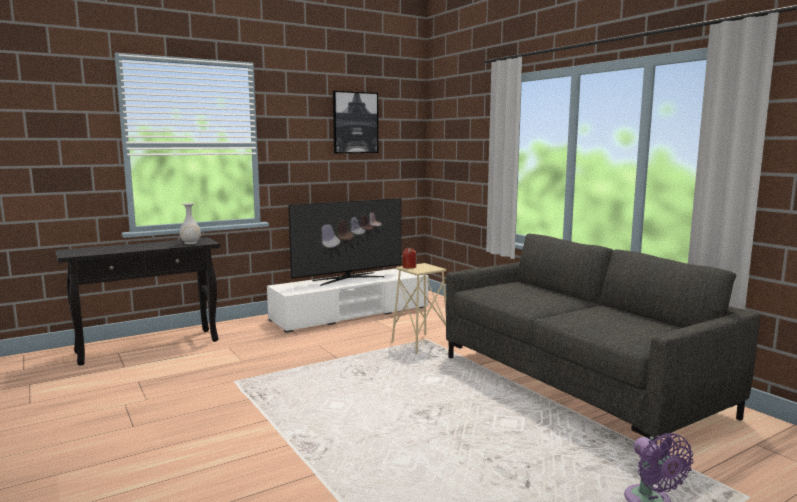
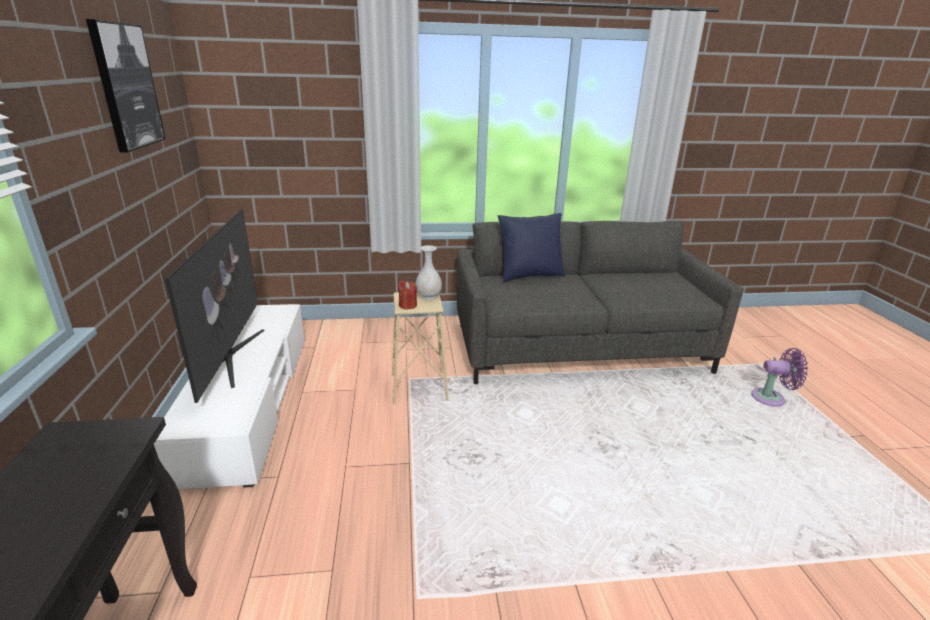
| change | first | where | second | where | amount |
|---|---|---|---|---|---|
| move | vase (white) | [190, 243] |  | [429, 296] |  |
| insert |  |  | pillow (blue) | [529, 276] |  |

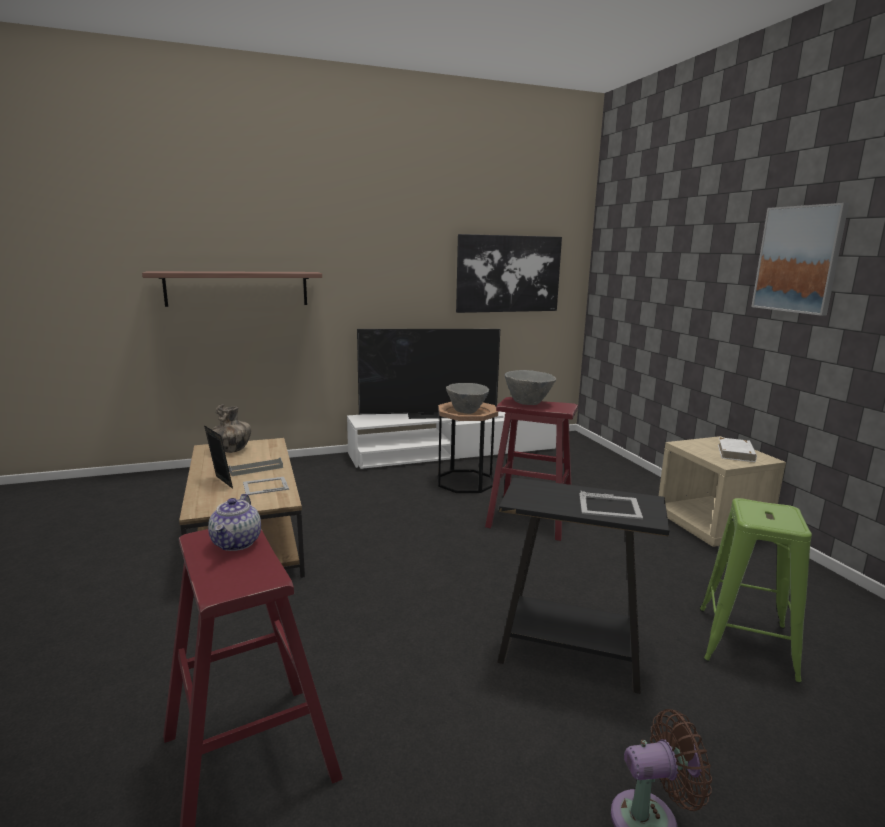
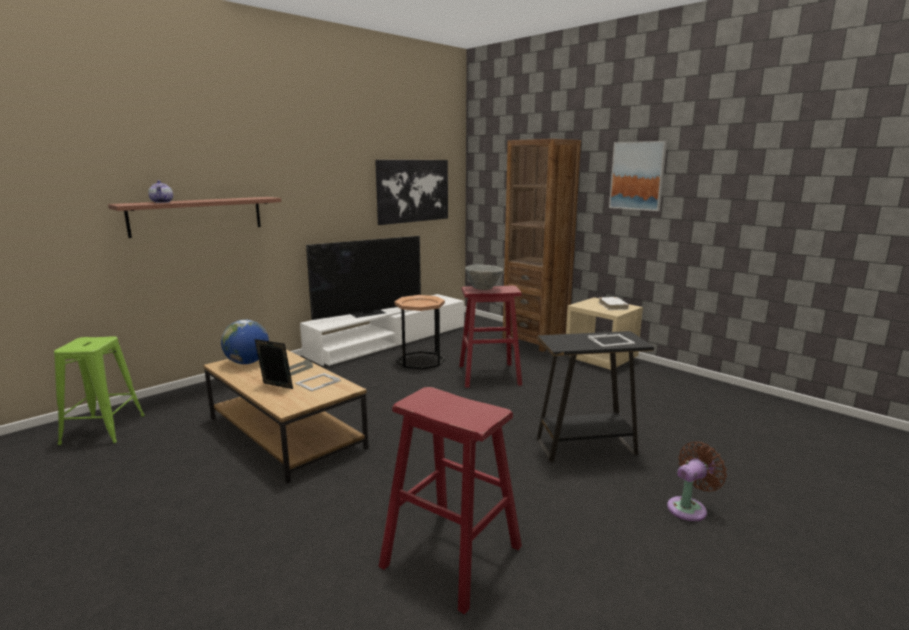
| change | first | where | second | where | amount |
|---|---|---|---|---|---|
| delete | bowl (grey) | [467, 411] |  |  |  |
| replace | vase | [232, 450] | globe | [247, 362] |  |
| move | teapot | [237, 543] |  | [162, 202] |  |
| move | stool (green) | [746, 642] |  | [104, 430] |  |
| insert |  |  | bookcase (brown) | [535, 340] |  |

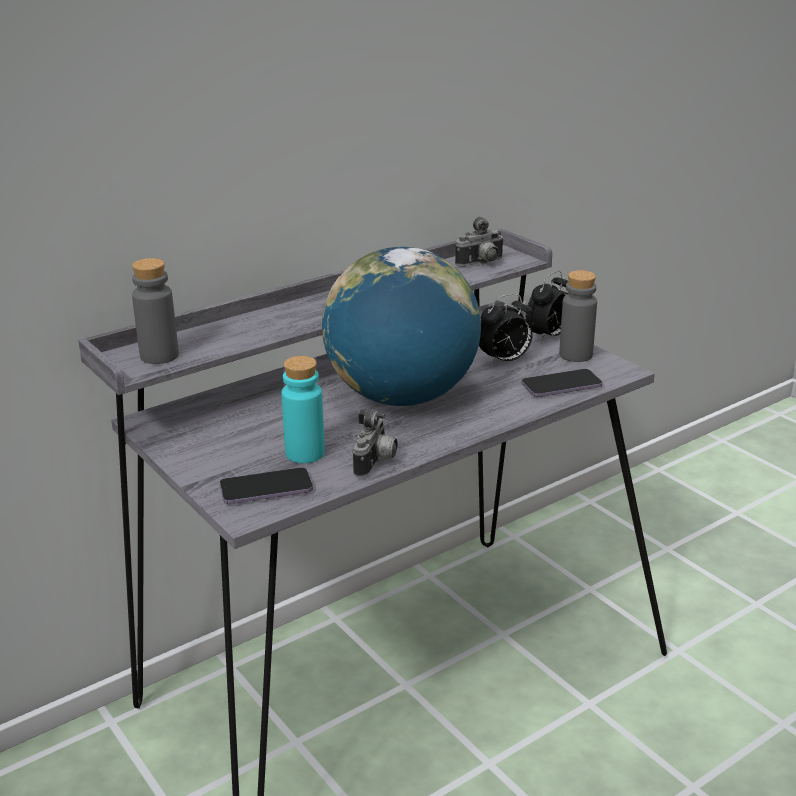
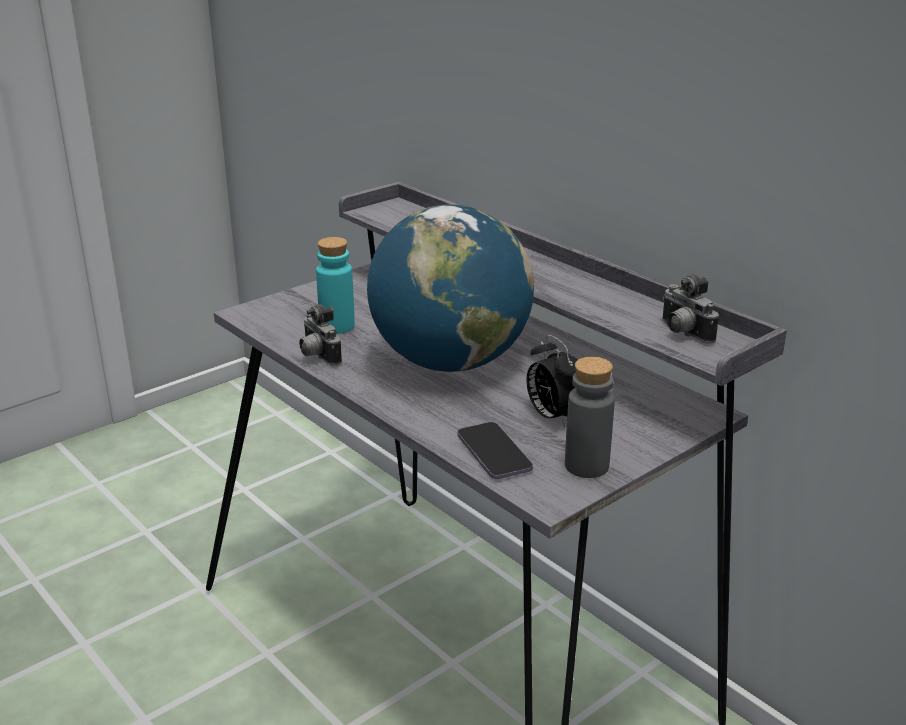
| change | first | where | second | where | amount |
|---|---|---|---|---|---|
| delete | bottle (grey) | [159, 356] |  |  |  |
| delete | alarm clock | [548, 336] |  |  |  |
| rotate | photo camera | [376, 463] |  | [317, 356] | 45 degrees clockwise |
| delete | phone | [266, 489] |  |  |  |

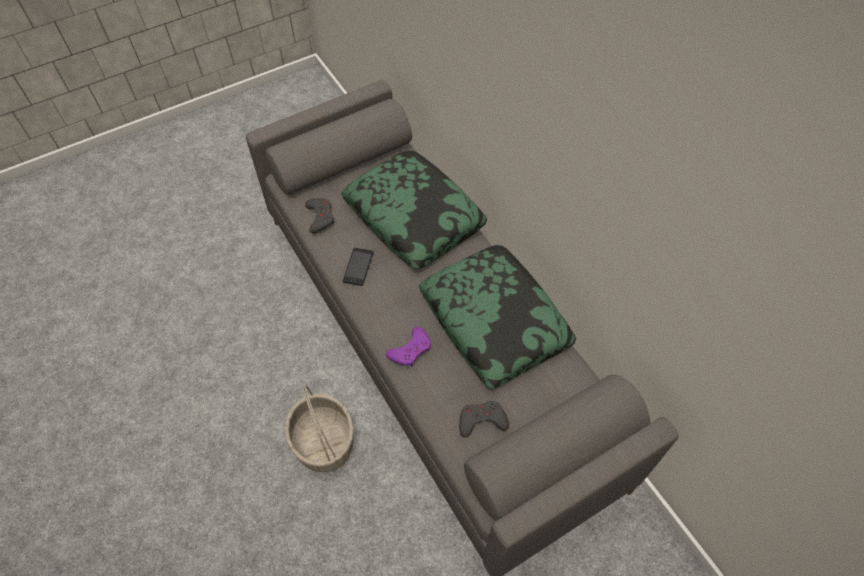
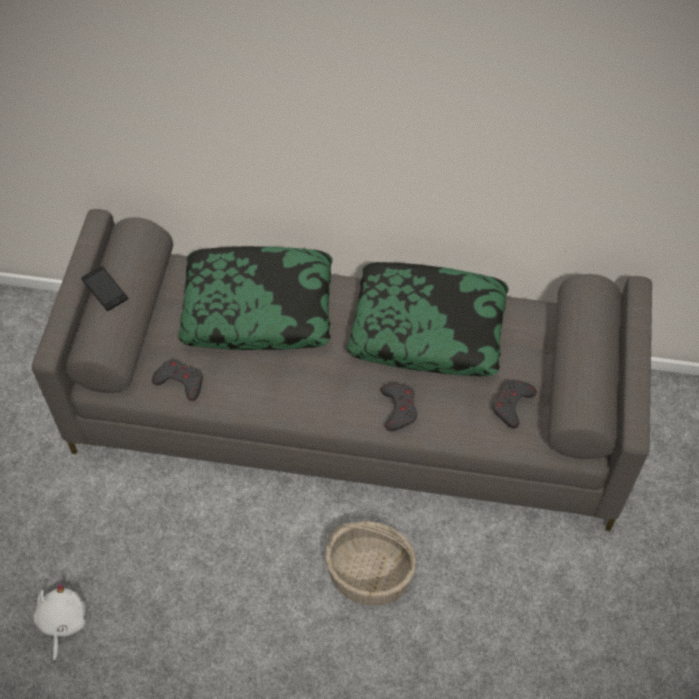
| change | first | where | second | where | amount |
|---|---|---|---|---|---|
| move | phone | [358, 267] |  | [104, 289] |  |
| recolor | game controller (purple) | [410, 350] | game controller (grey) | [399, 408] |  |
| insert |  |  | plush toy (white) | [62, 623] |  |

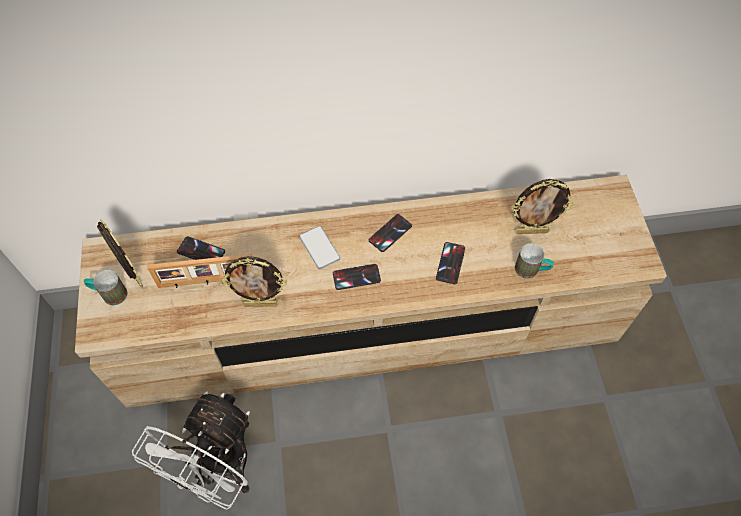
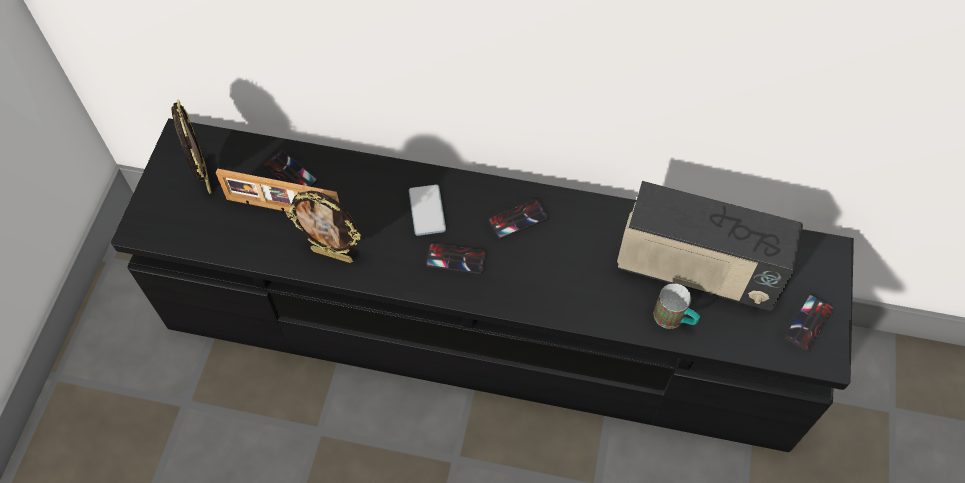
| change | first | where | second | where | amount |
|---|---|---|---|---|---|
| recolor | tv stand (beige) | [370, 325] | tv stand (black) | [482, 328] |  |
| replace | picture frame | [532, 231] | radio | [696, 271] |  |
| move | phone | [450, 263] |  | [808, 323] |  |
| delete | mug | [109, 294] |  |  |  |
| delete | fan (white) | [219, 470] |  |  |  |

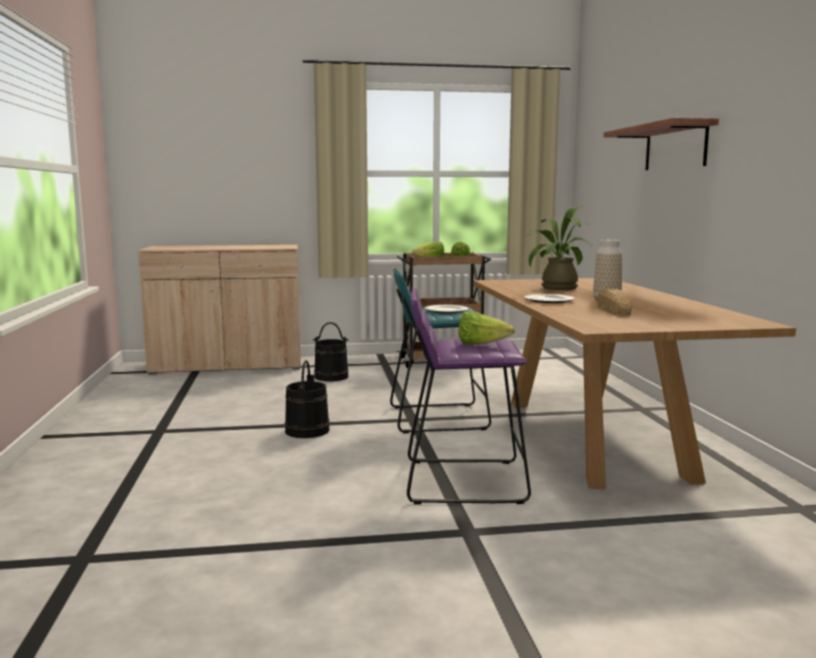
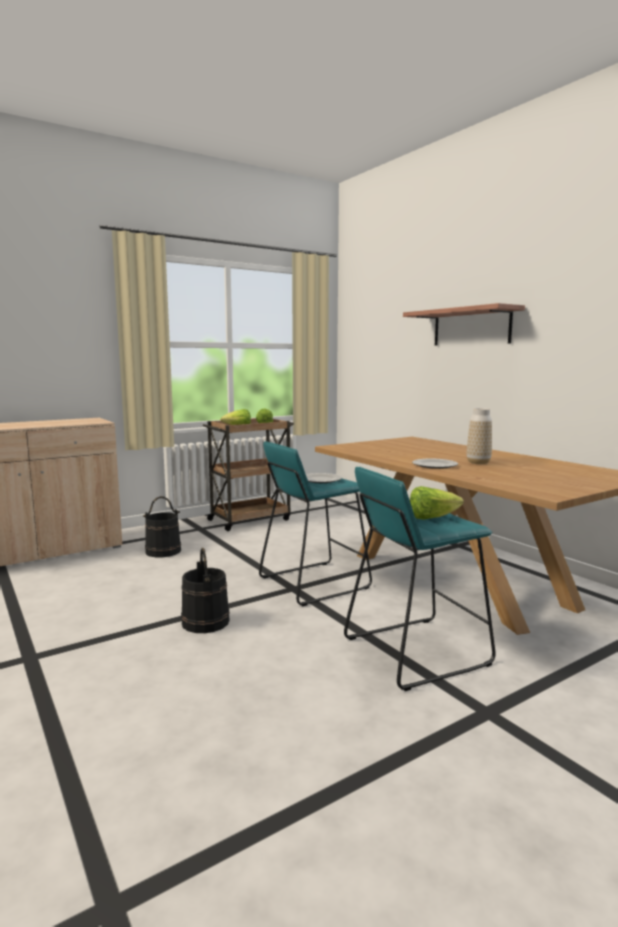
| change | first | where | second | where | amount |
|---|---|---|---|---|---|
| delete | potted plant | [555, 288] |  |  |  |
| recolor | stool (purple) | [464, 481] | stool (turquoise) | [415, 651] |  |
| delete | bread | [614, 309] |  |  |  |

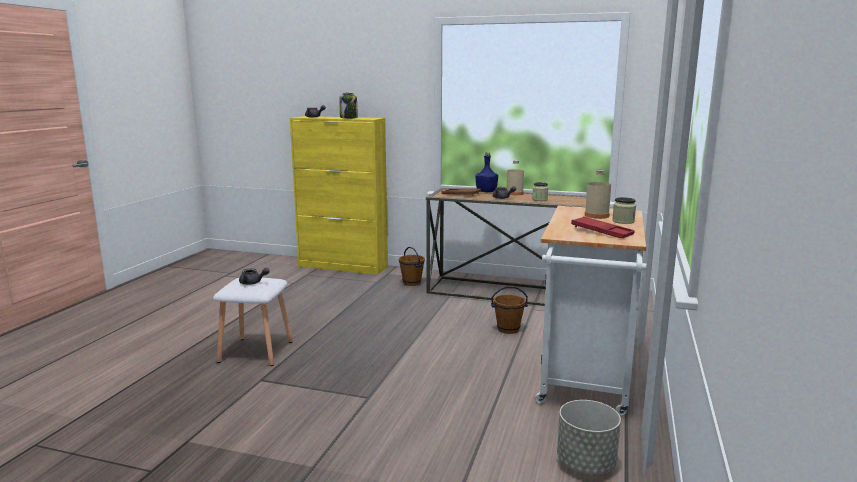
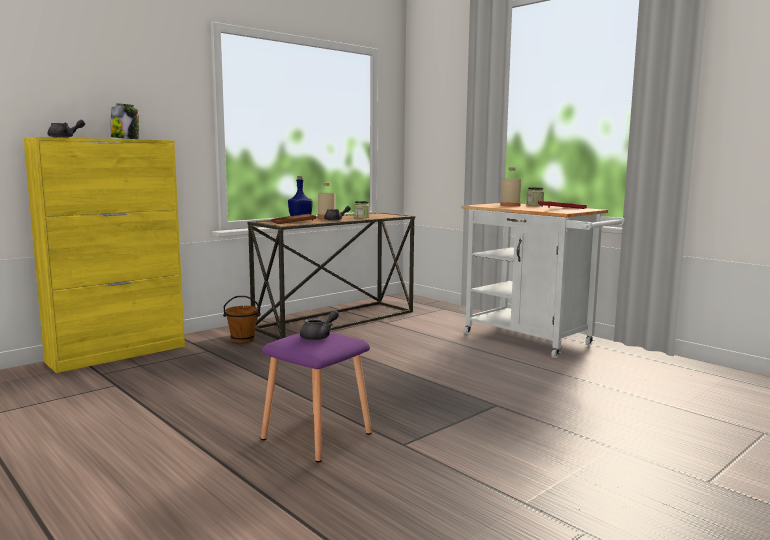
| change | first | where | second | where | amount |
|---|---|---|---|---|---|
| recolor | stool (white) | [257, 351] | stool (purple) | [317, 435] |  |
| delete | bucket (brown) | [508, 329] |  |  |  |
| delete | planter (grey) | [586, 464] |  |  |  |

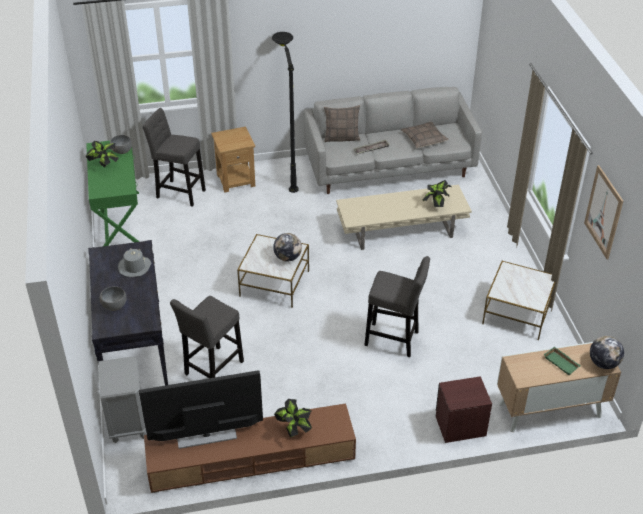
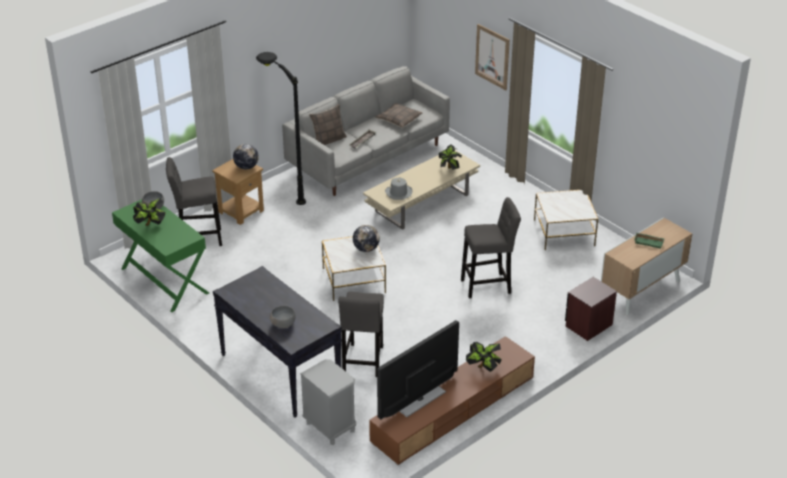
| change | first | where | second | where | amount |
|---|---|---|---|---|---|
| move | picture | [603, 212] |  | [492, 56] |  |
| move | hat (grey) | [134, 267] |  | [398, 193] |  |
| move | globe | [603, 363] |  | [246, 167] |  |

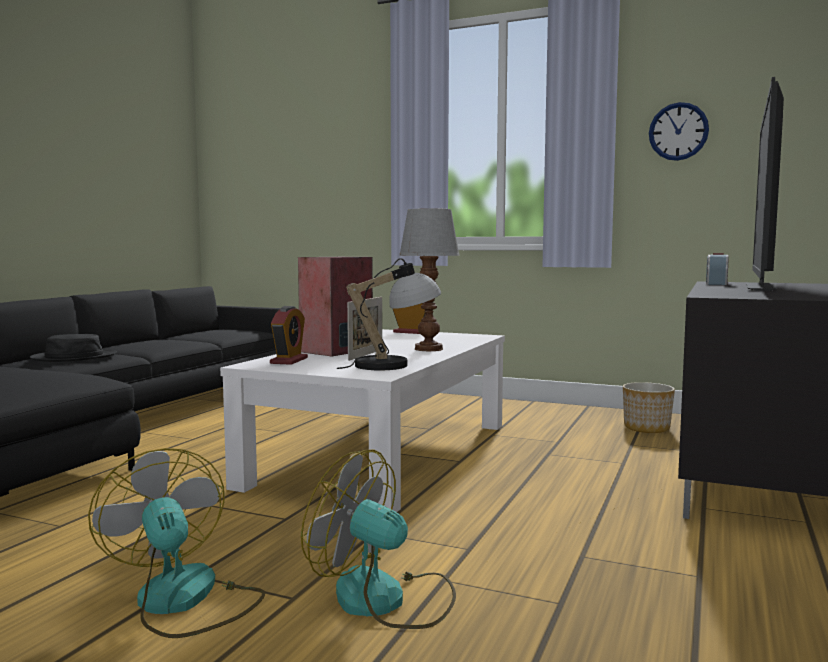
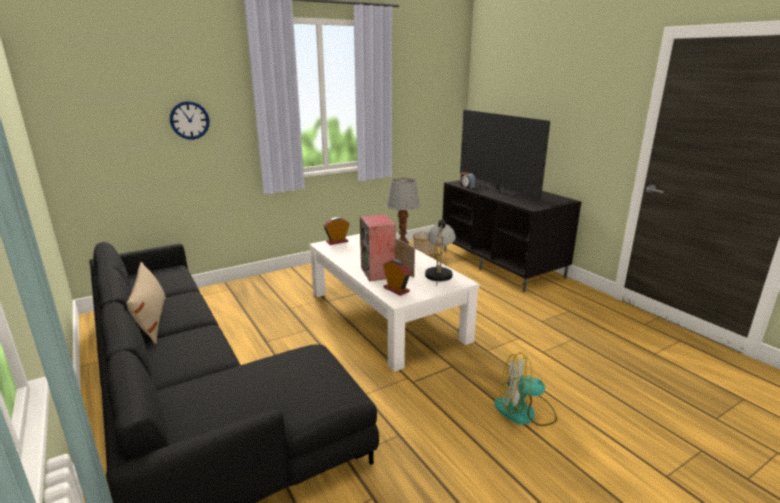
| change | first | where | second | where | amount |
|---|---|---|---|---|---|
| move | wall clock | [678, 131] |  | [189, 120] |  |
| delete | hat (black) | [74, 357] |  |  |  |
| delete | fan | [385, 600] |  |  |  |
| insert |  |  | pillow (beige) | [152, 320] |  |

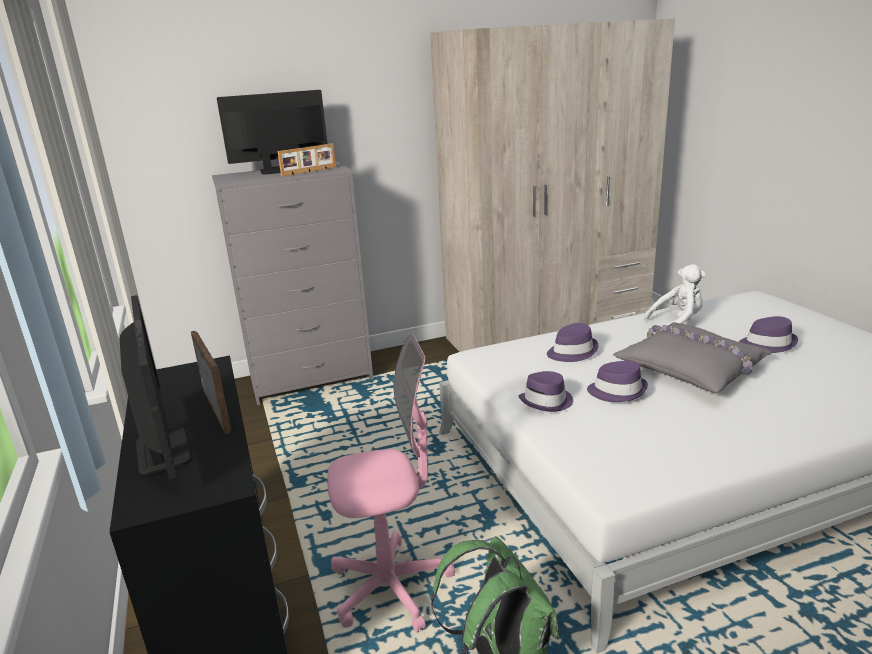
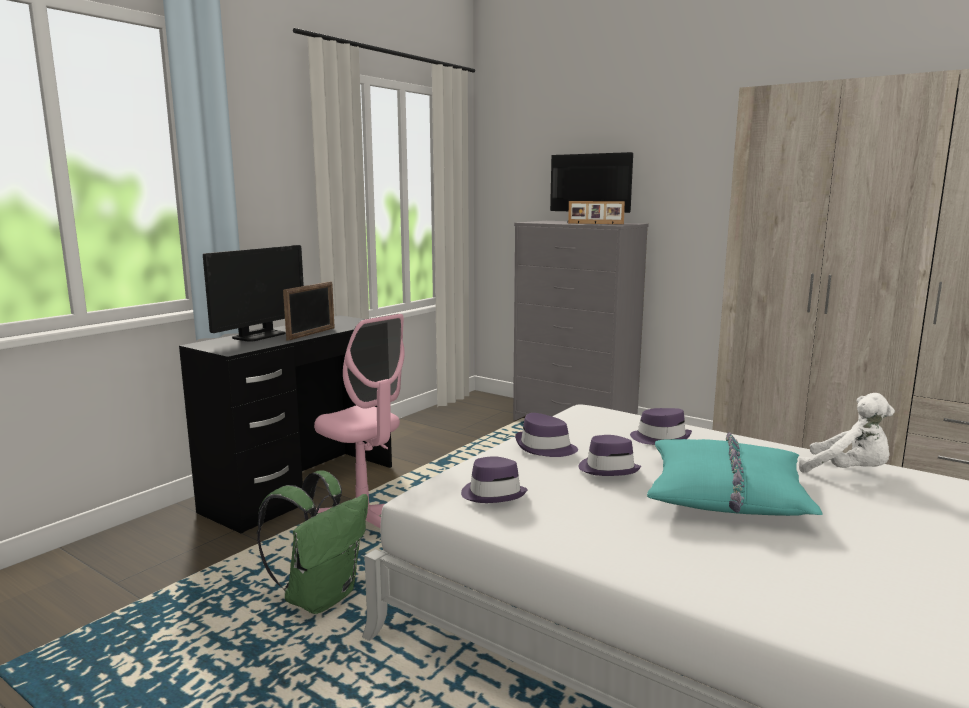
| change | first | where | second | where | amount |
|---|---|---|---|---|---|
| move | hat (purple) | [767, 344] |  | [493, 493] |  |
| recolor | pillow (grey) | [692, 367] | pillow (turquoise) | [726, 493] |  |

